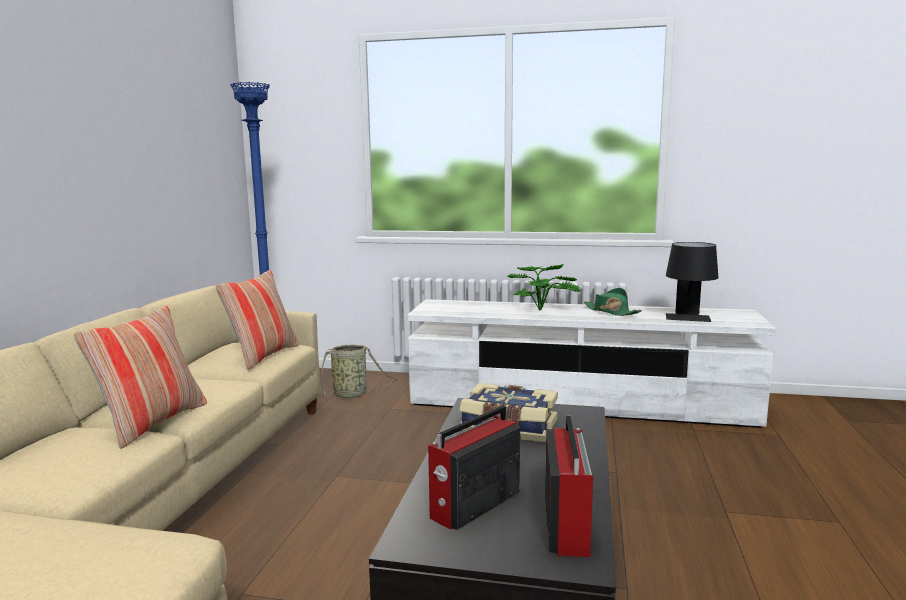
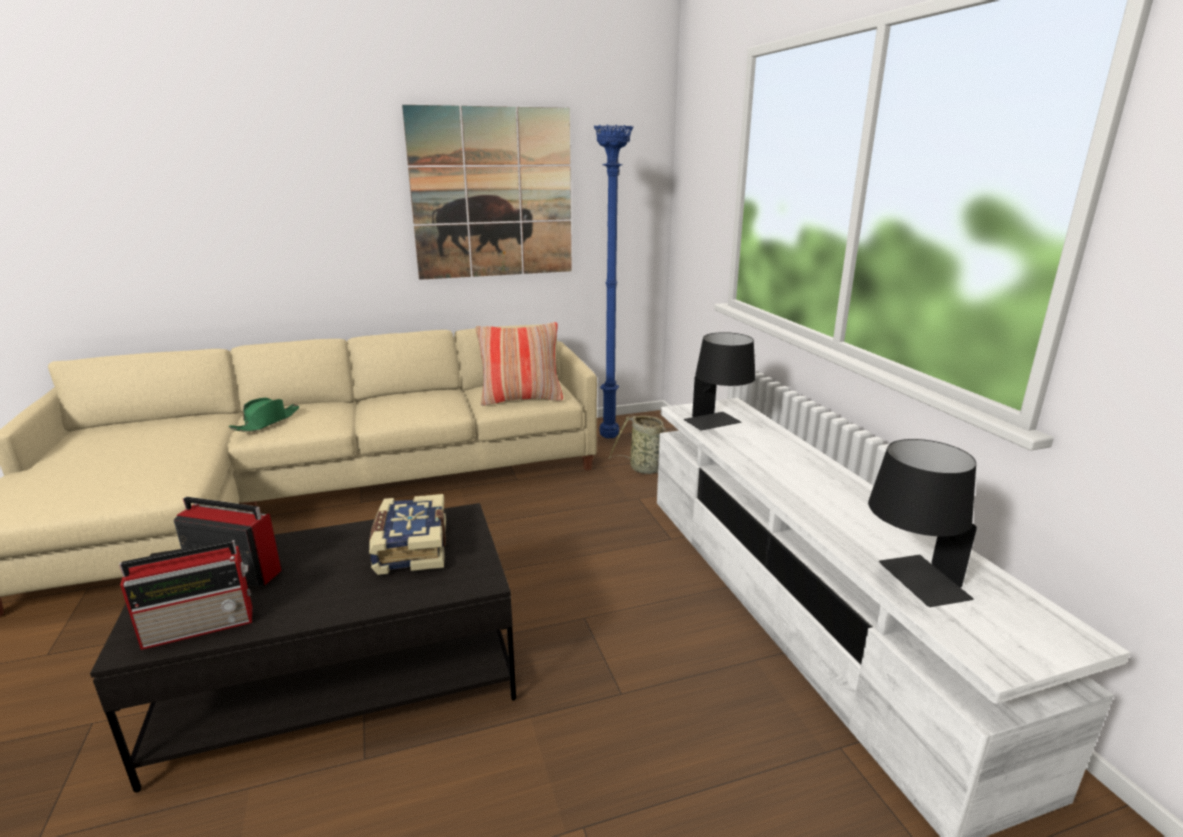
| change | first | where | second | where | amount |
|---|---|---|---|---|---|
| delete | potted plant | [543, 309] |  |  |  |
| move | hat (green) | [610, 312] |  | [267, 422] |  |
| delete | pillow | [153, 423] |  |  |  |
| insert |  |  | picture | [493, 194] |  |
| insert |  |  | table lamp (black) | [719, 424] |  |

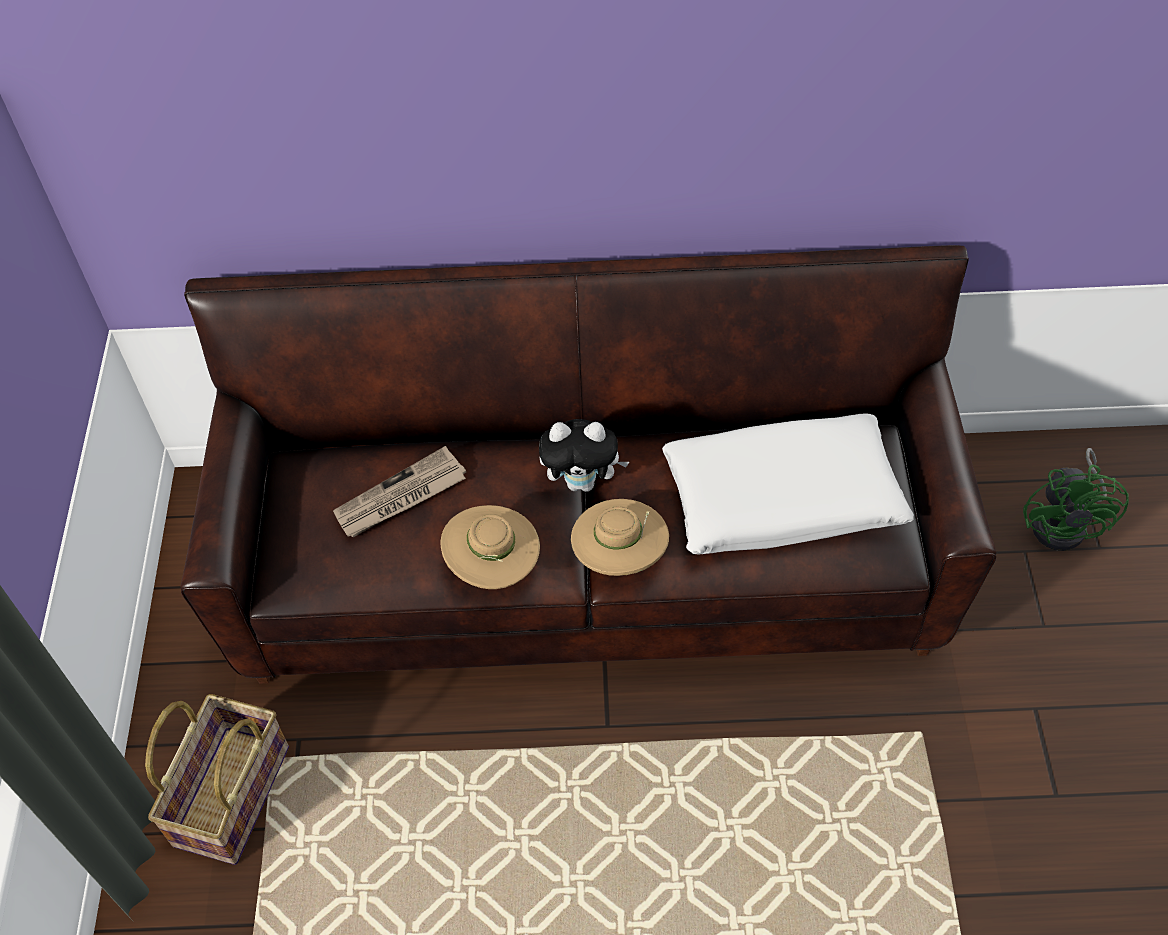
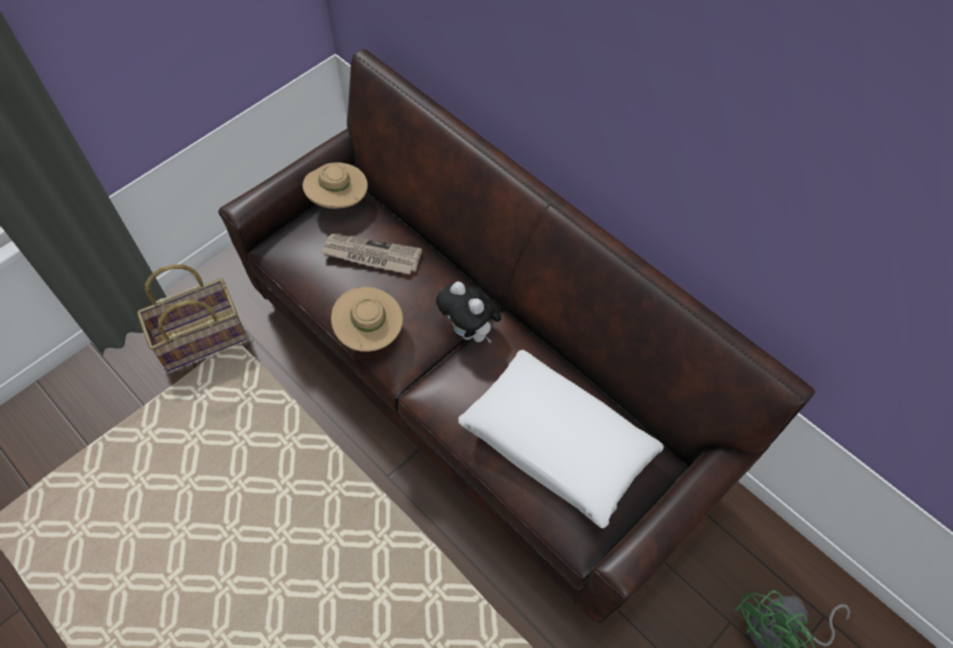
| change | first | where | second | where | amount |
|---|---|---|---|---|---|
| move | hat (beige) | [620, 556] |  | [339, 200] |  |

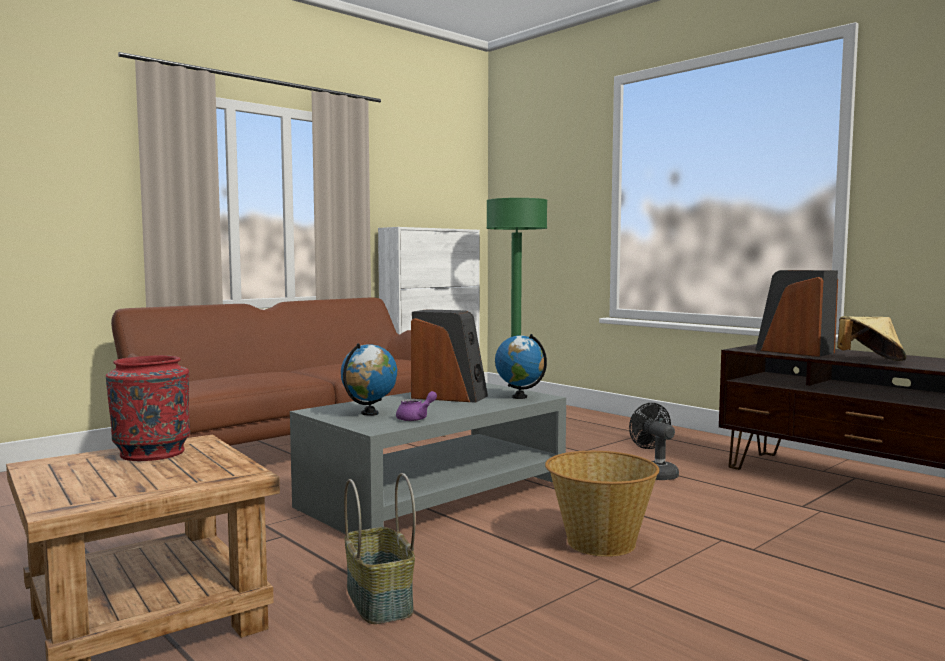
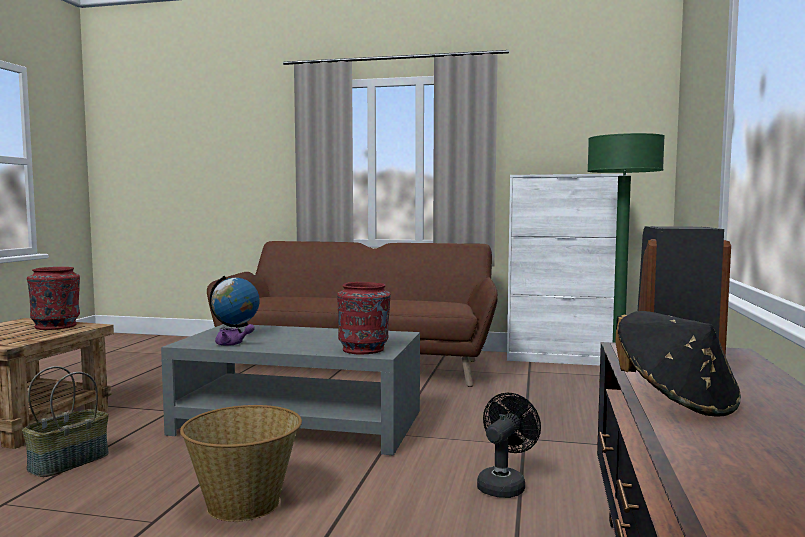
| change | first | where | second | where | amount |
|---|---|---|---|---|---|
| delete | speaker | [449, 396] |  |  |  |
| recolor | hat (beige) | [869, 360] | hat (black) | [675, 401] |  |
| replace | globe | [520, 397] | vase (red) | [364, 350] |  |

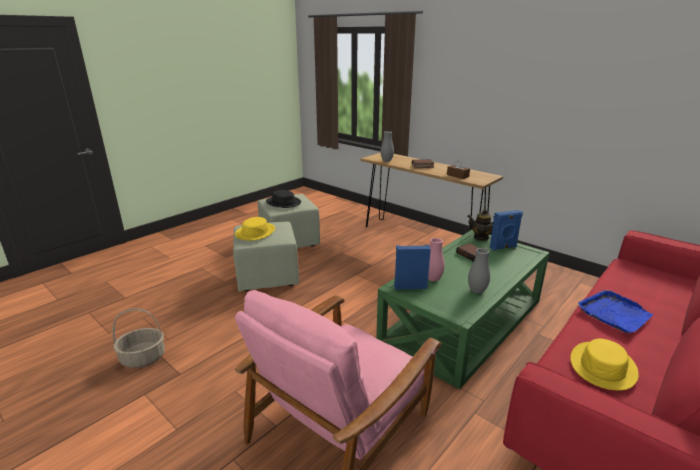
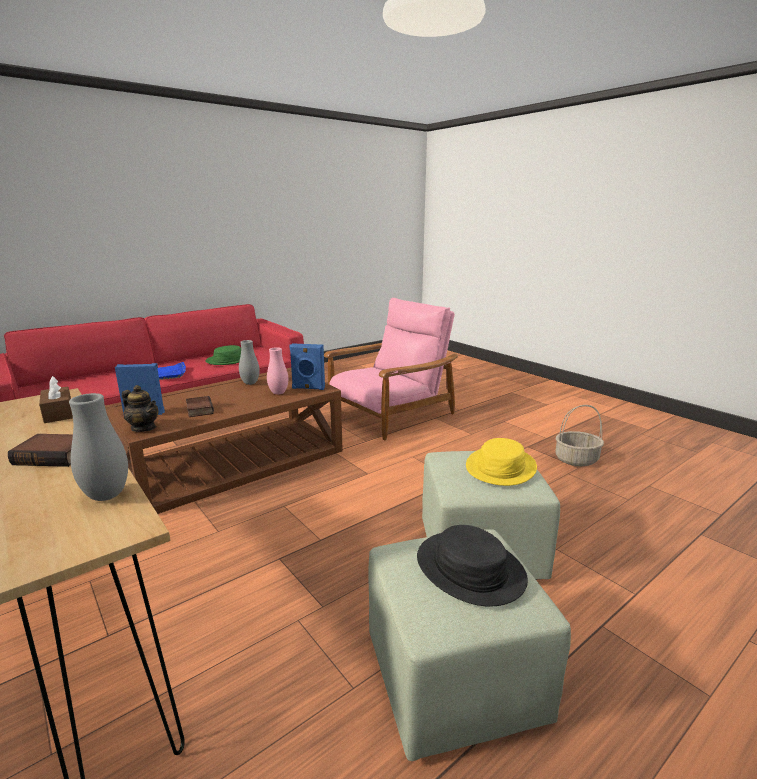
| change | first | where | second | where | amount |
|---|---|---|---|---|---|
| recolor | coffee table (green) | [464, 321] | coffee table (brown) | [233, 460] |  |
| recolor | hat (yellow) | [603, 366] | hat (green) | [228, 360] |  |

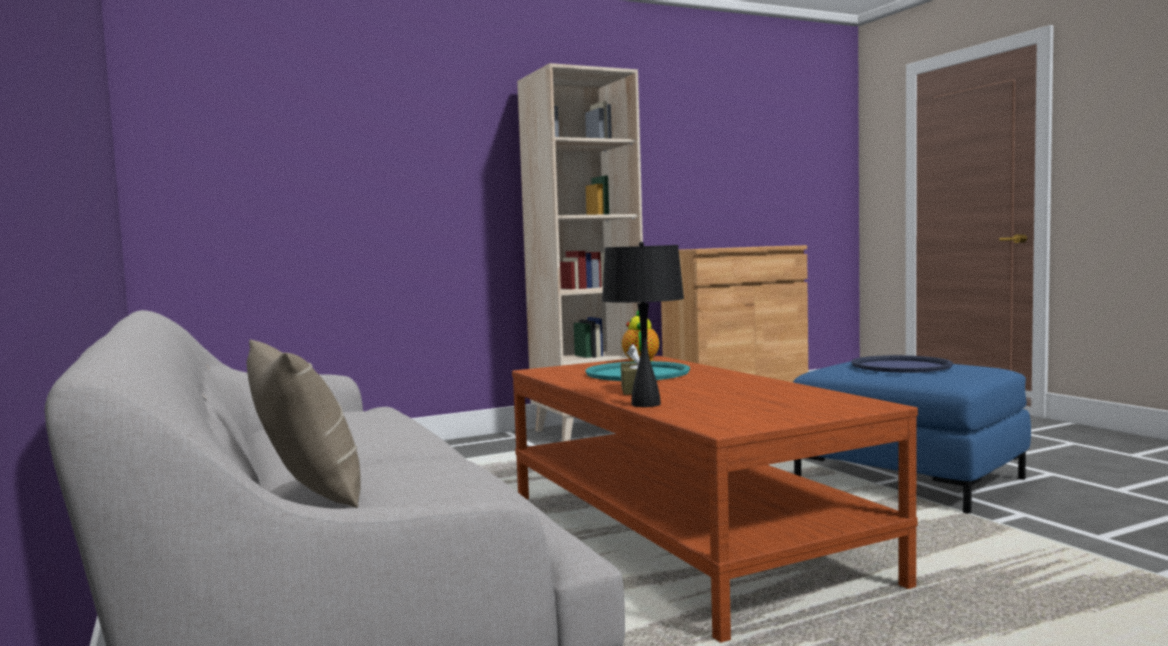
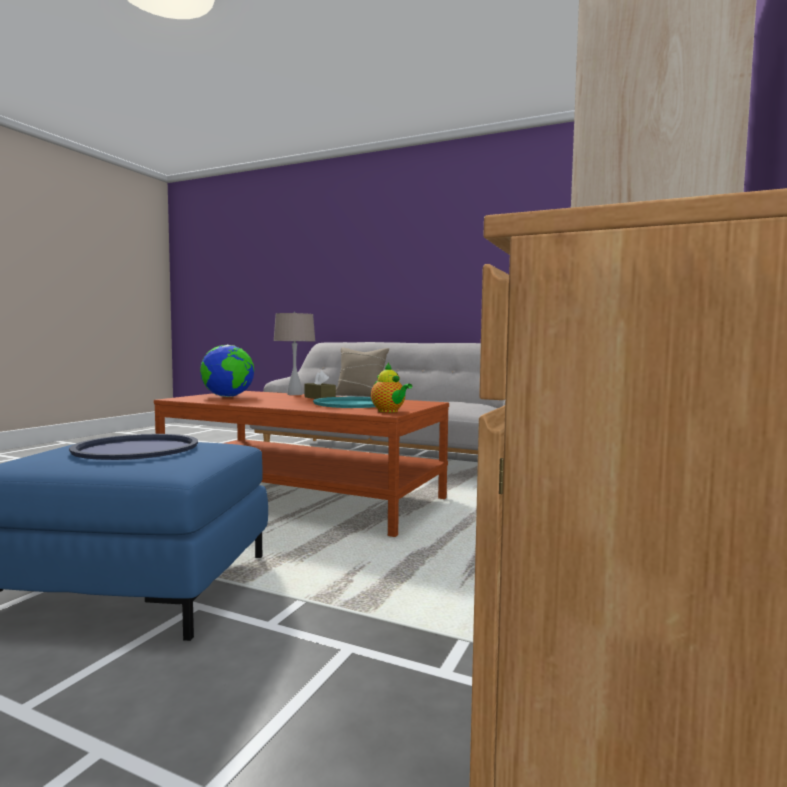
| change | first | where | second | where | amount |
|---|---|---|---|---|---|
| recolor | table lamp (black) | [646, 404] | table lamp (beige) | [294, 394] |  |
| insert |  |  | globe | [228, 397] |  |

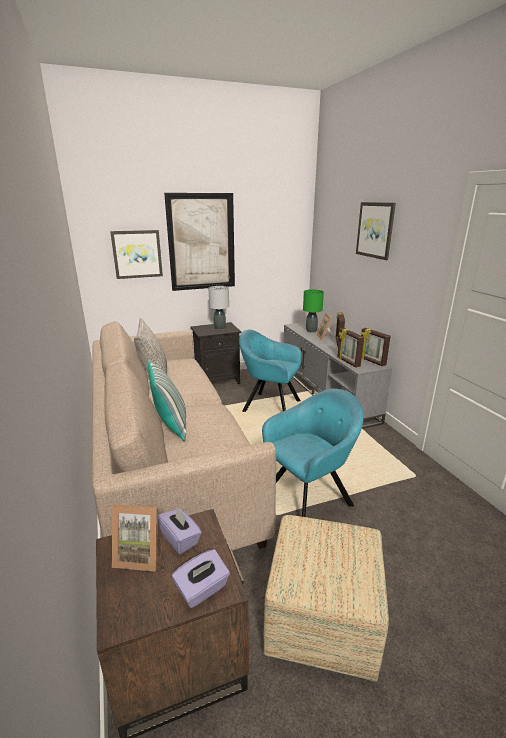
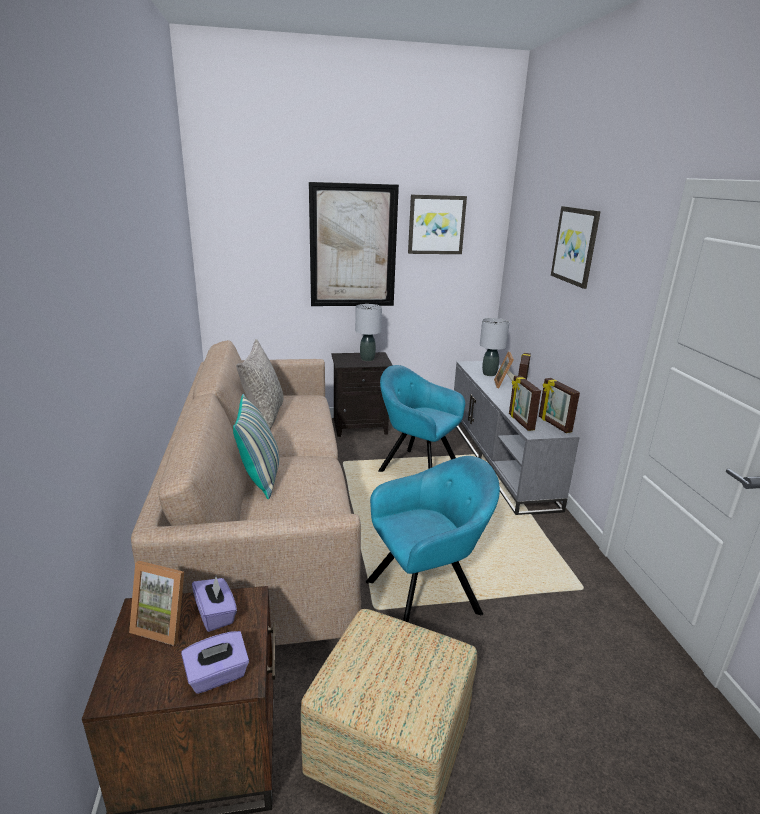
| change | first | where | second | where | amount |
|---|---|---|---|---|---|
| move | picture | [137, 254] |  | [436, 225] |  |
| recolor | table lamp (green) | [311, 331] | table lamp (grey) | [489, 374] |  |

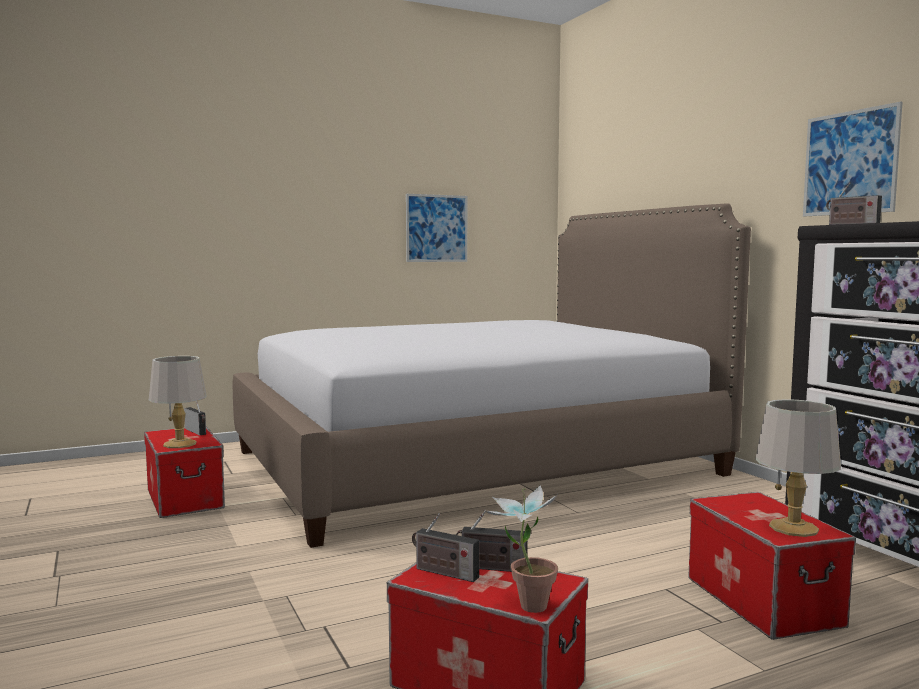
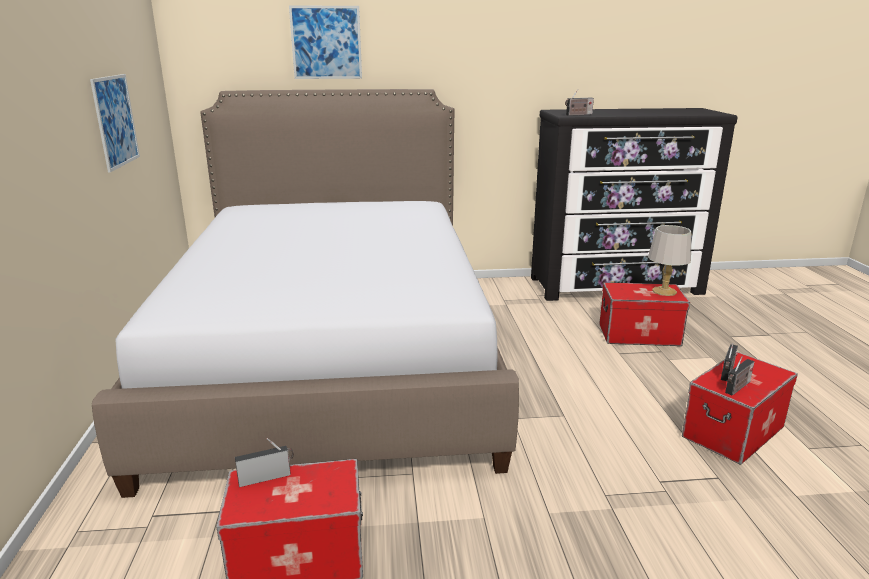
| change | first | where | second | where | amount |
|---|---|---|---|---|---|
| move | picture | [850, 163] |  | [326, 42] |  |
| delete | table lamp (grey) | [181, 444] |  |  |  |
| delete | potted plant | [524, 604] |  |  |  |

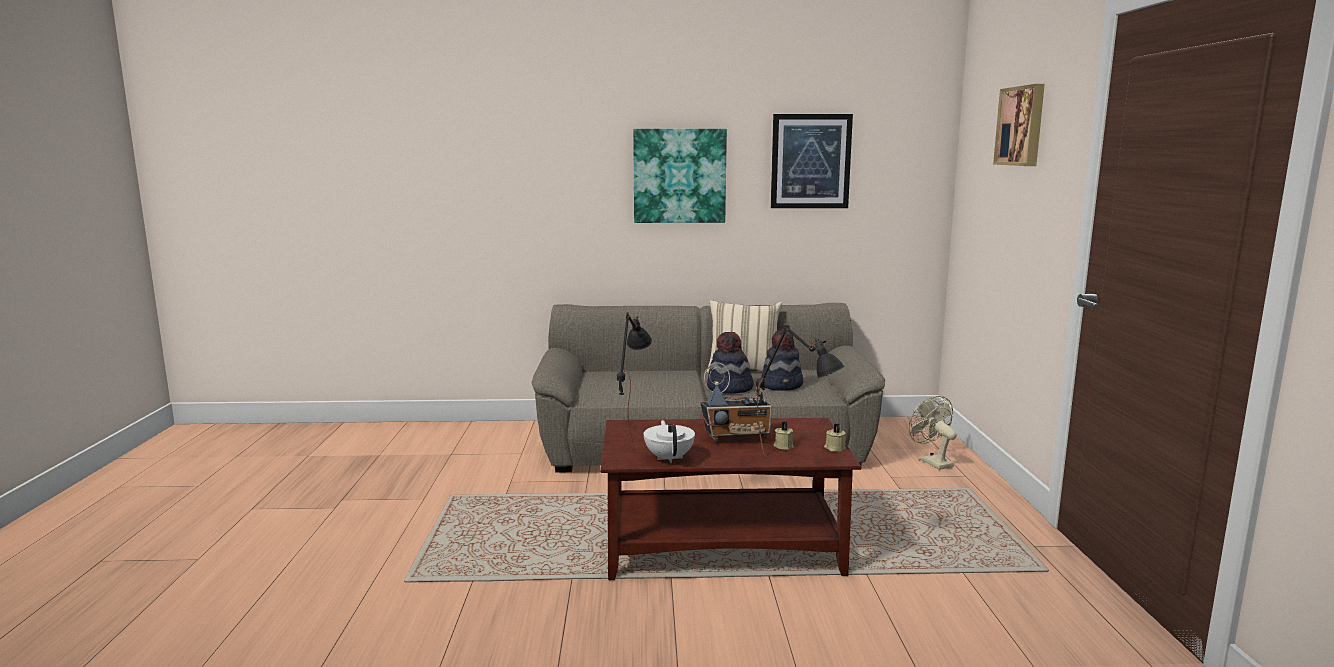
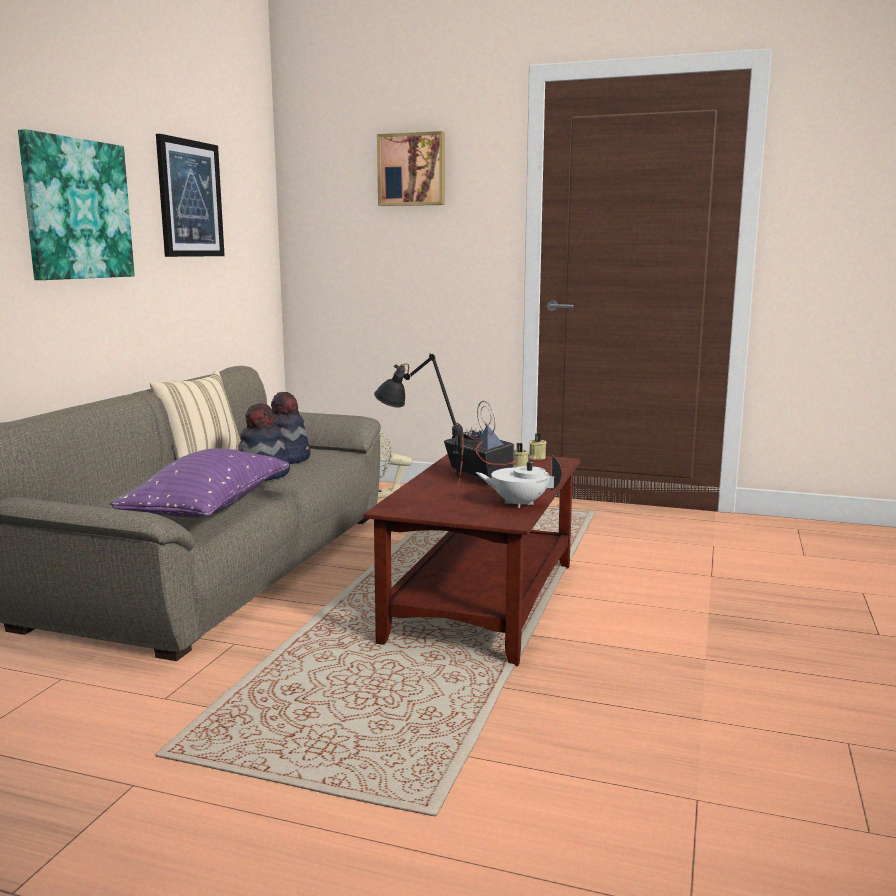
| change | first | where | second | where | amount |
|---|---|---|---|---|---|
| delete | table lamp (black) | [796, 457] |  |  |  |
| rotate | radio | [737, 437] |  | [480, 477] | 45 degrees counterclockwise |
| insert |  |  | pillow (purple) | [209, 509] |  |

